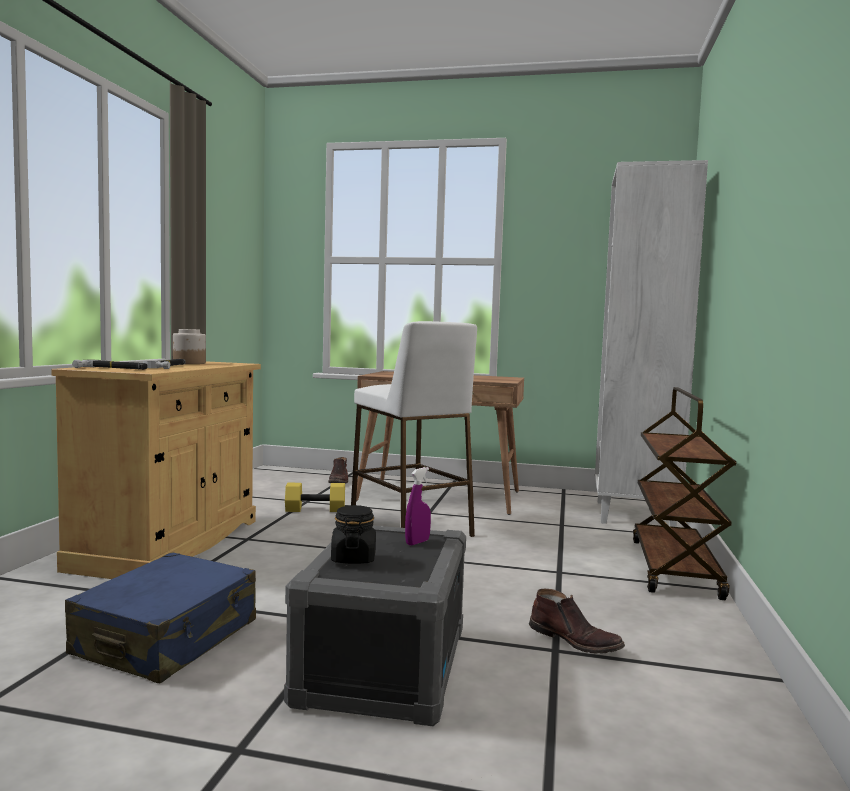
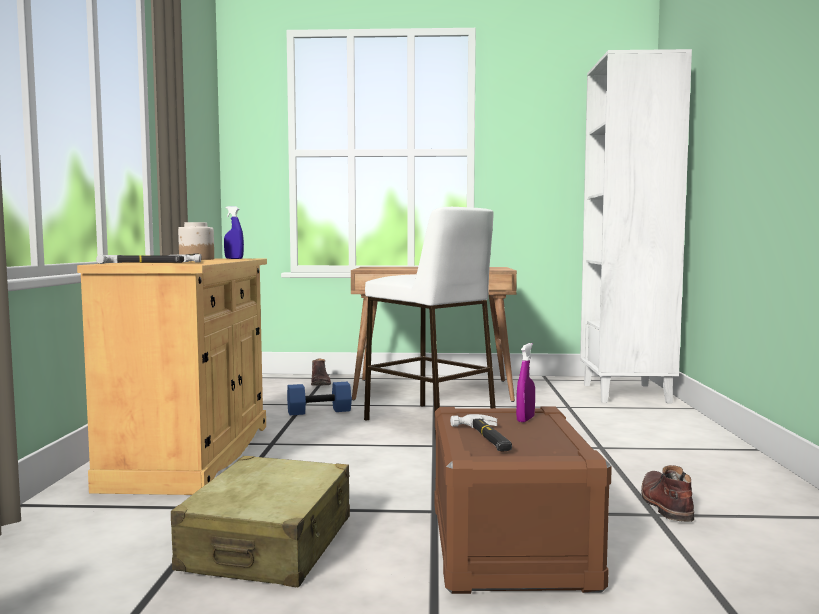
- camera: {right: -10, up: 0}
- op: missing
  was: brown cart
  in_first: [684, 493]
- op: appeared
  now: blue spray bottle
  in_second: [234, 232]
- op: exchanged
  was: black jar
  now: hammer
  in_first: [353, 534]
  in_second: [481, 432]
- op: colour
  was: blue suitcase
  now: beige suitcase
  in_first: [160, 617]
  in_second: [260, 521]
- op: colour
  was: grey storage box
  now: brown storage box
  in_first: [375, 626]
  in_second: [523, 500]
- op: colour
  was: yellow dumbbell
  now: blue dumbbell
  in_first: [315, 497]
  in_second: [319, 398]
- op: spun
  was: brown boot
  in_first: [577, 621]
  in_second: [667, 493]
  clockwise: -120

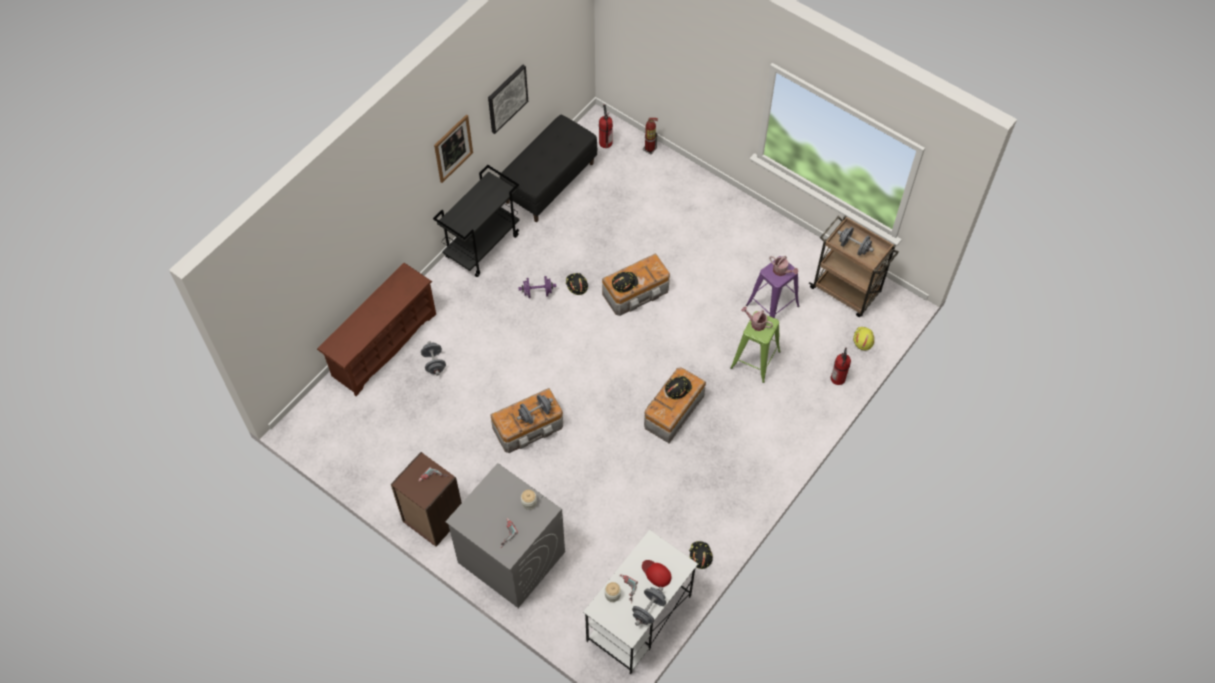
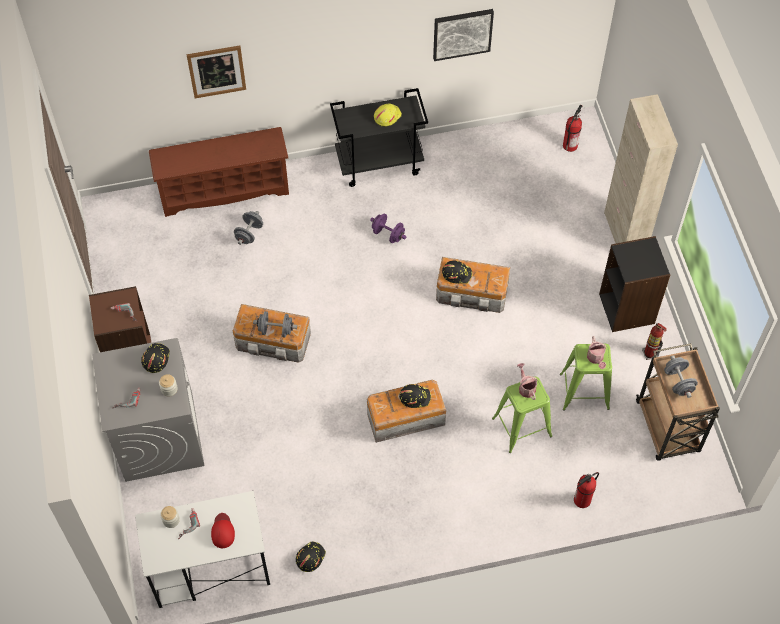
- camera: {right: 40, up: 0}
- op: missing
  was: black bench
  in_first: [548, 168]
- op: missing
  was: grey dumbbell
  in_first: [649, 606]
- op: appeared
  now: black bookcase
  in_second: [634, 284]
- op: appeared
  now: beige cabinet
  in_second: [641, 169]
- op: relocated
  was: picture
  in_first: [453, 148]
  in_second: [216, 72]
- op: relocated
  was: black hard hat
  in_first: [577, 284]
  in_second: [155, 358]
- op: relocated
  was: fire extinguisher
  in_first: [650, 136]
  in_second: [654, 341]
- op: relocated
  was: yellow hard hat
  in_first: [863, 339]
  in_second: [388, 115]
- op: colour
  was: purple stool
  now: green stool
  in_first: [772, 287]
  in_second: [586, 377]

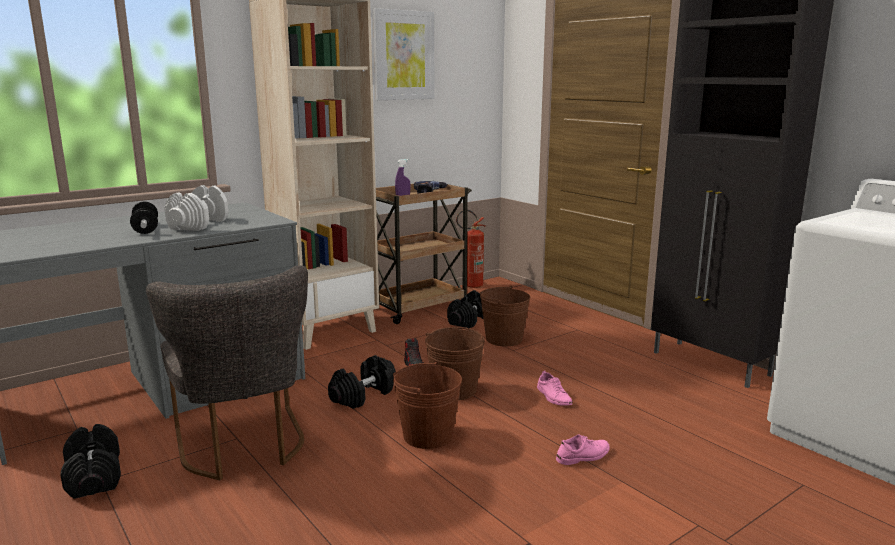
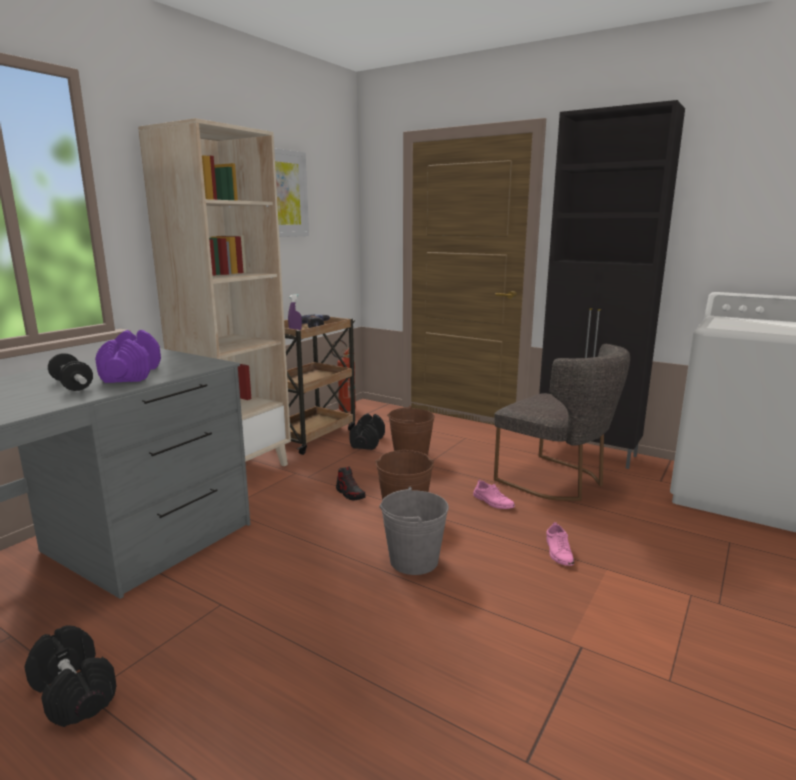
- camera: {right: -20, up: 0}
- op: missing
  was: black dumbbell
  in_first: [362, 382]
- op: relocated
  was: grey chair
  in_first: [227, 372]
  in_second: [562, 422]
- op: colour
  was: white dumbbell
  now: purple dumbbell
  in_first: [196, 208]
  in_second: [128, 356]
- op: colour
  was: brown bucket
  now: grey bucket
  in_first: [427, 405]
  in_second: [414, 531]
- op: spun
  was: pink shoe
  in_first: [583, 449]
  in_second: [560, 544]
  clockwise: 135

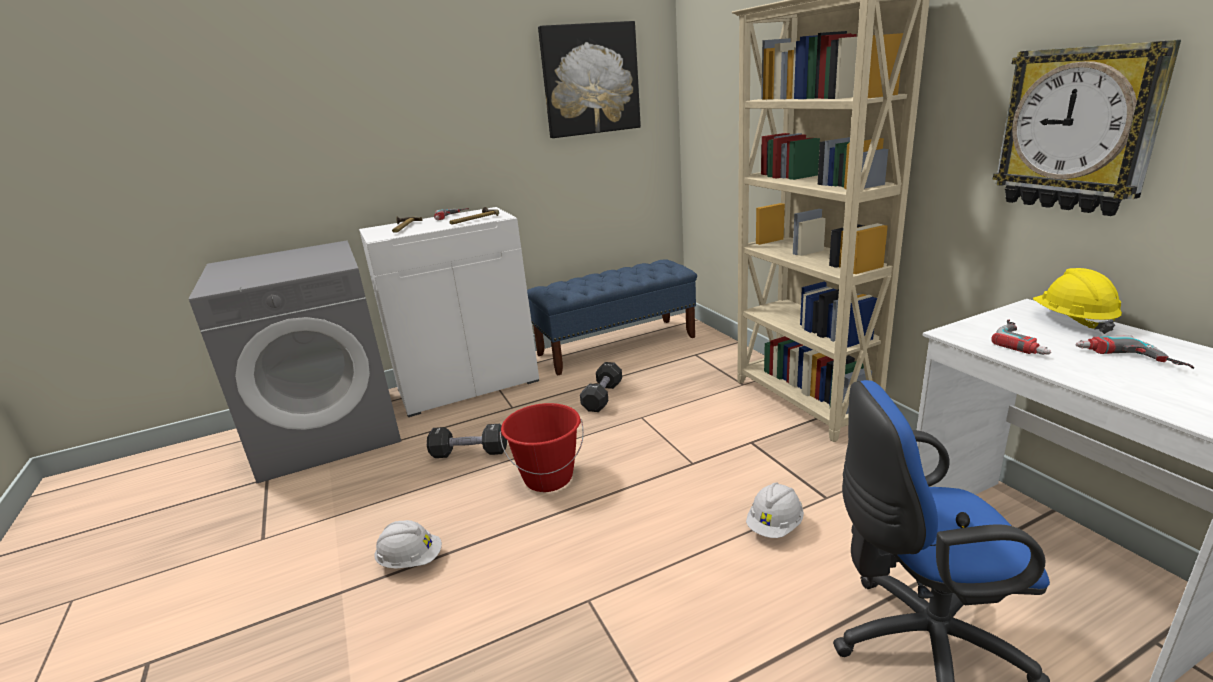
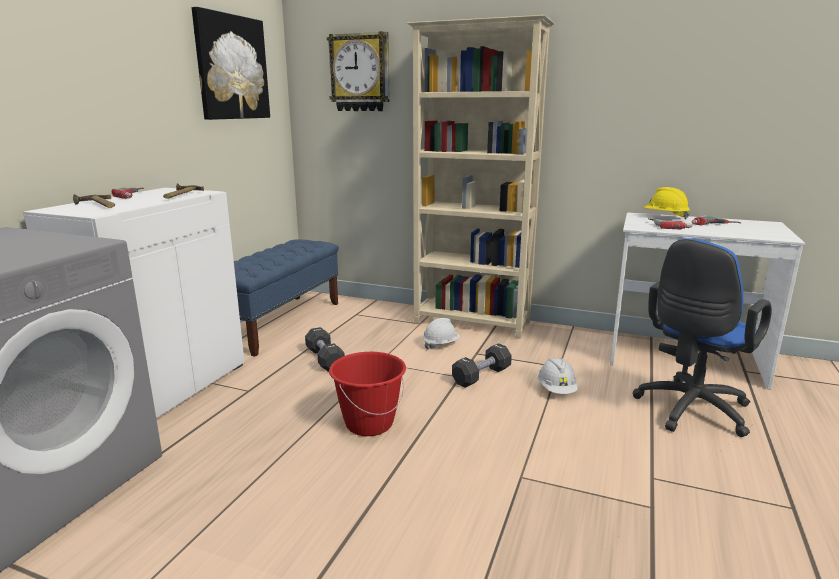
- camera: {right: -45, up: -5}
- op: relocated
  was: white hard hat
  in_first: [408, 544]
  in_second: [442, 334]
- op: relocated
  was: black dumbbell
  in_first: [467, 441]
  in_second: [482, 365]
- op: relocated
  was: wall clock
  in_first: [1087, 128]
  in_second: [358, 71]

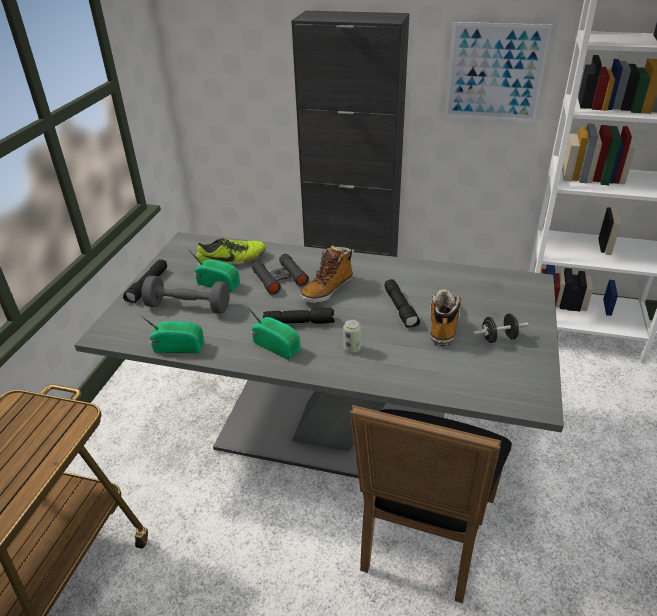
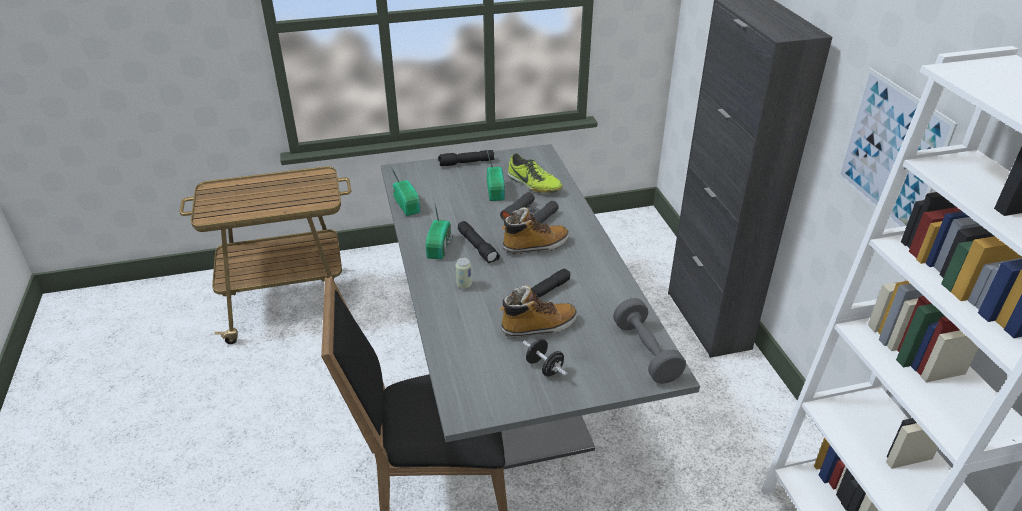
- camera: {right: 60, up: 0}
- op: relocated
  was: grey dumbbell
  in_first: [185, 295]
  in_second: [649, 341]
- op: spun
  was: boot
  in_first: [326, 274]
  in_second: [535, 230]
  clockwise: 150

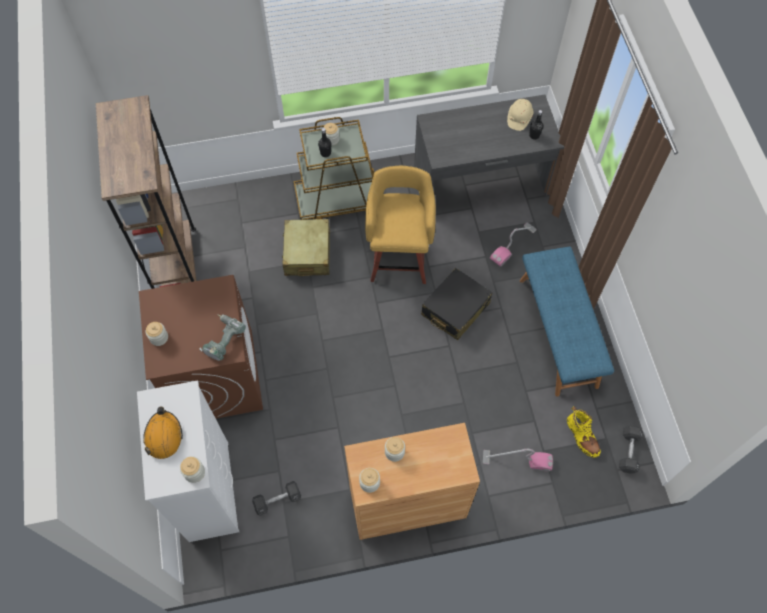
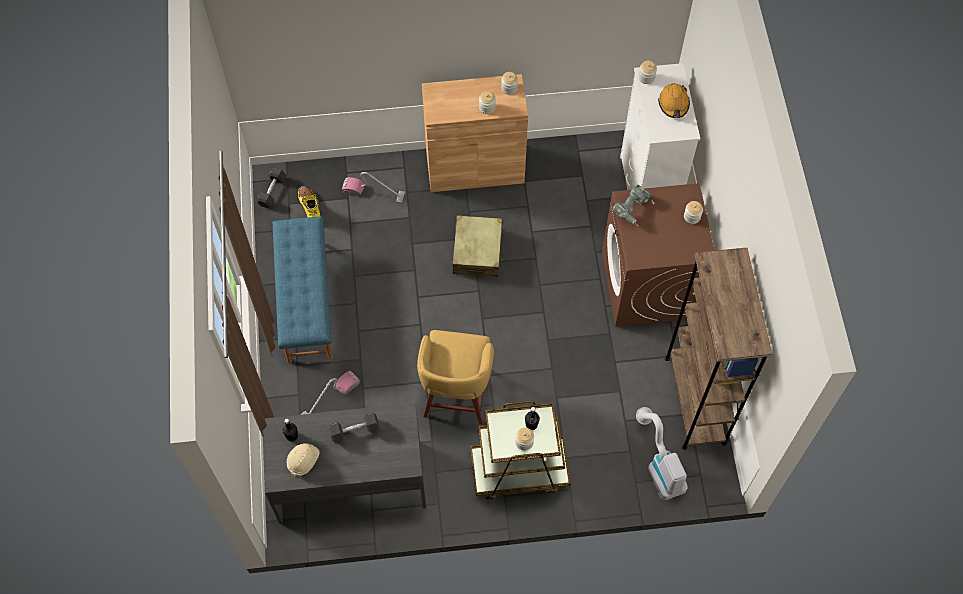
- camera: {right: -175, up: 0}
- op: missing
  was: black suitcase
  in_first: [456, 304]
- op: appeared
  now: vacuum cleaner
  in_second: [662, 453]
- op: relocated
  was: black dumbbell
  in_first: [276, 498]
  in_second: [354, 427]
- op: relocated
  was: beige suitcase
  in_first: [306, 247]
  in_second: [478, 246]

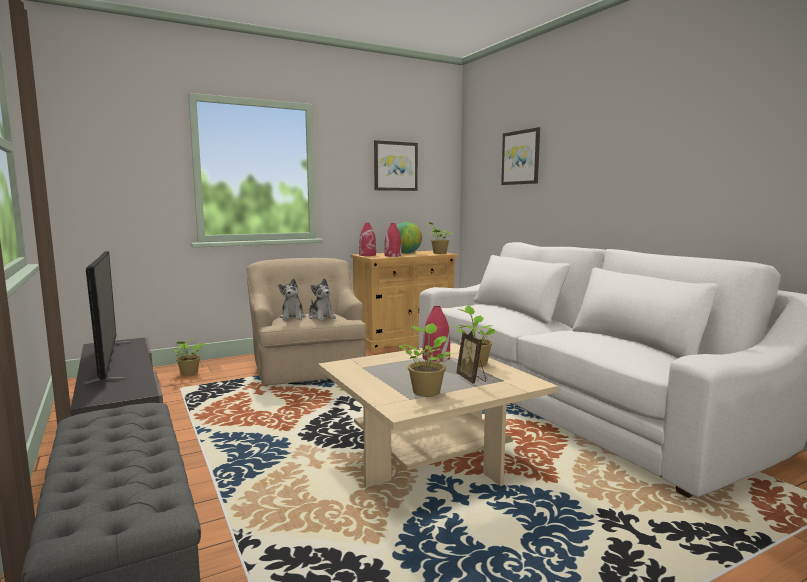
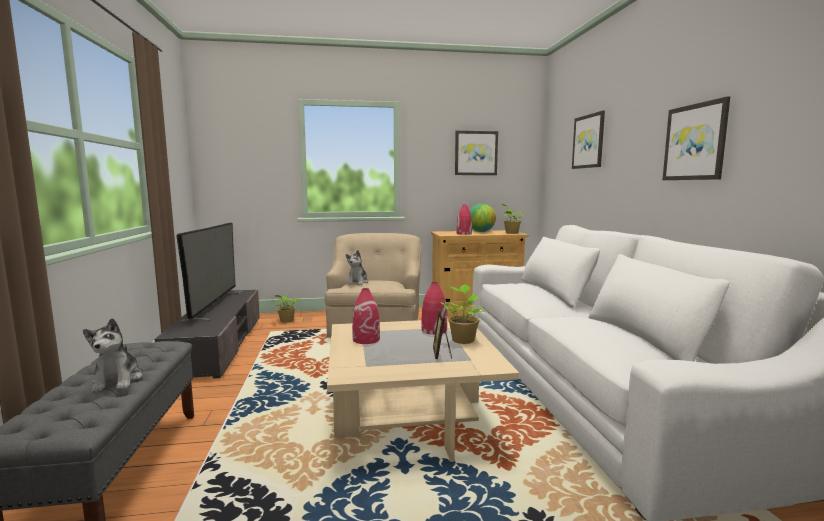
- camera: {right: 20, up: 0}
- op: missing
  was: potted plant
  in_first: [424, 360]
- op: appeared
  now: picture
  in_second: [696, 138]
- op: relocated
  was: plush toy
  in_first: [322, 299]
  in_second: [112, 355]
- op: relocated
  was: red vase
  in_first: [367, 239]
  in_second: [366, 316]

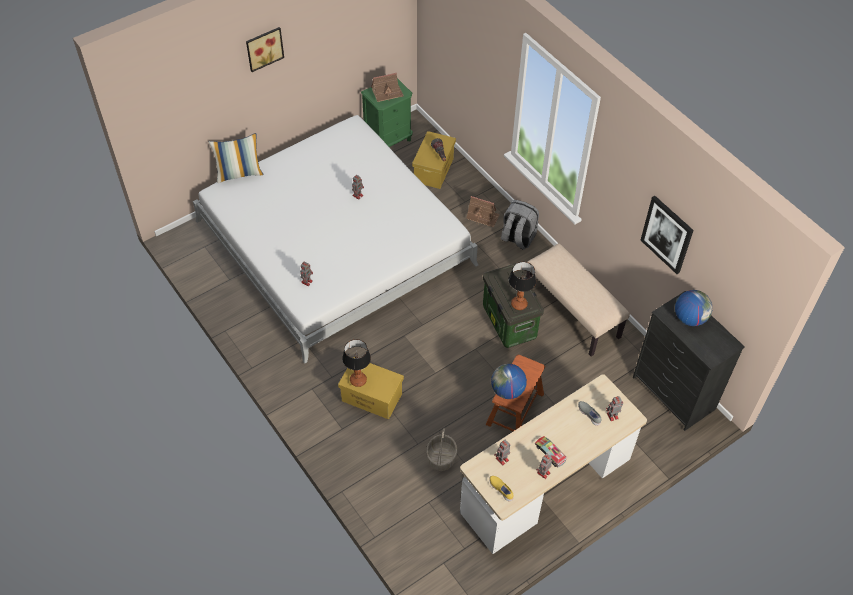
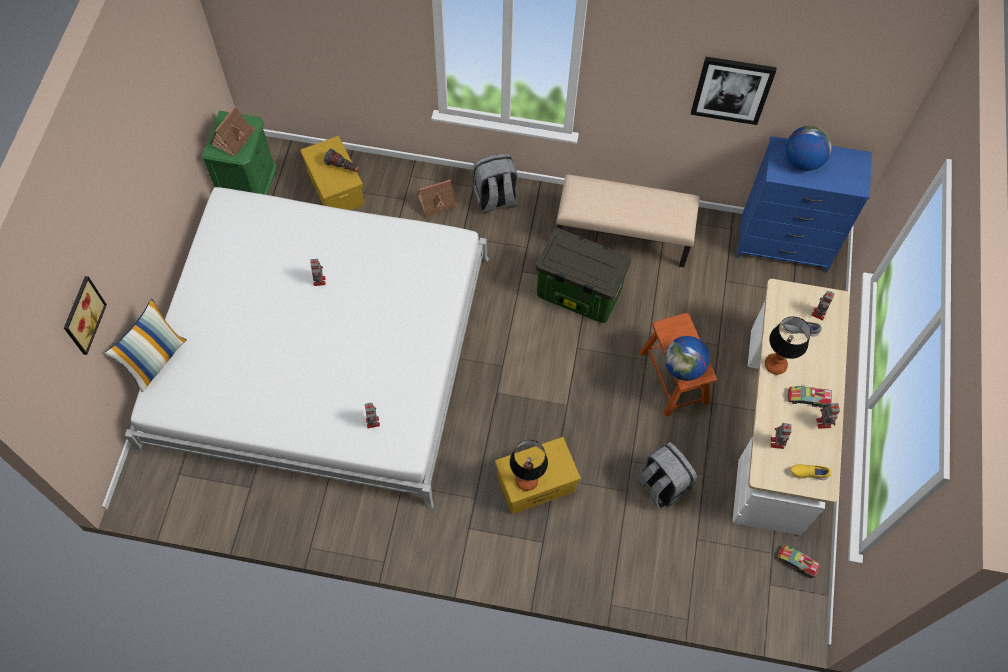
- camera: {right: -45, up: 10}
- op: appeared
  now: toy truck
  in_second: [799, 561]
- op: relocated
  was: picture
  in_first: [265, 49]
  in_second: [85, 315]
- op: relocated
  was: table lamp
  in_first: [522, 286]
  in_second: [788, 345]
- op: exchanged
  was: basket
  now: grey backpack
  in_first: [441, 449]
  in_second: [667, 475]
- op: colour
  was: black dresser
  now: blue dresser
  in_first: [689, 361]
  in_second: [804, 204]

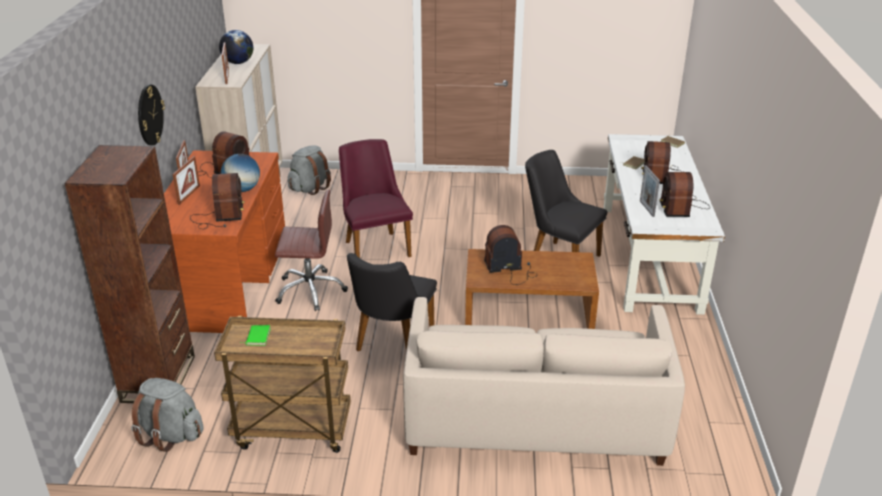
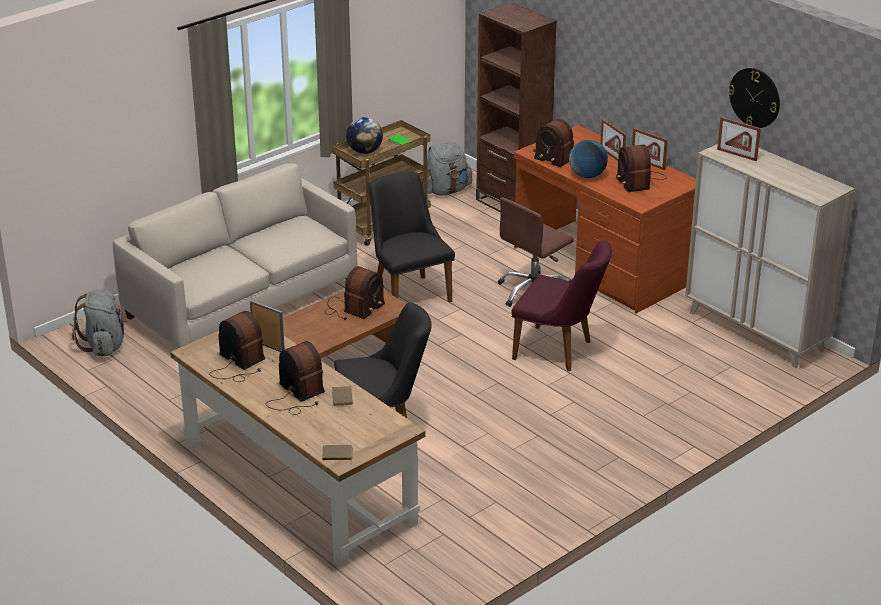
- camera: {right: 135, up: 0}
- op: relocated
  was: wall clock
  in_first: [151, 115]
  in_second: [754, 98]
- op: relocated
  was: globe
  in_first: [236, 47]
  in_second: [364, 135]
- op: relocated
  was: grey backpack
  in_first: [309, 170]
  in_second: [100, 323]
- op: colour
  was: white desk
  now: brown desk
  in_first: [664, 224]
  in_second: [297, 449]

